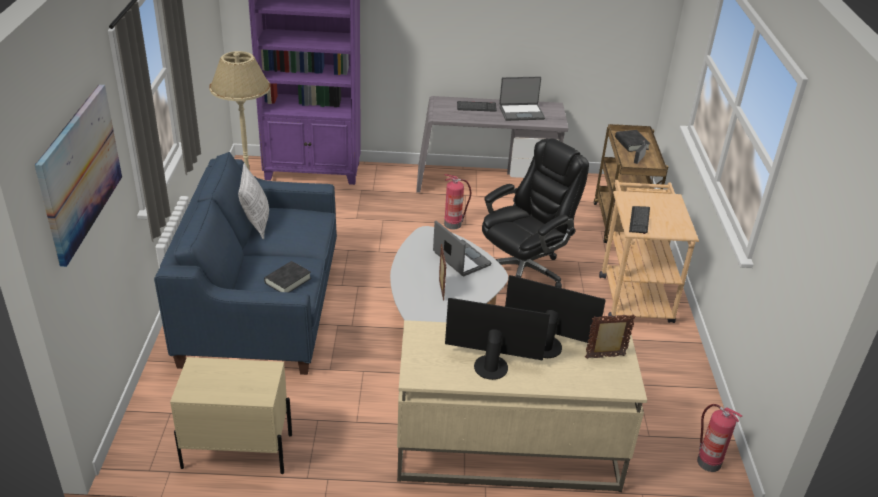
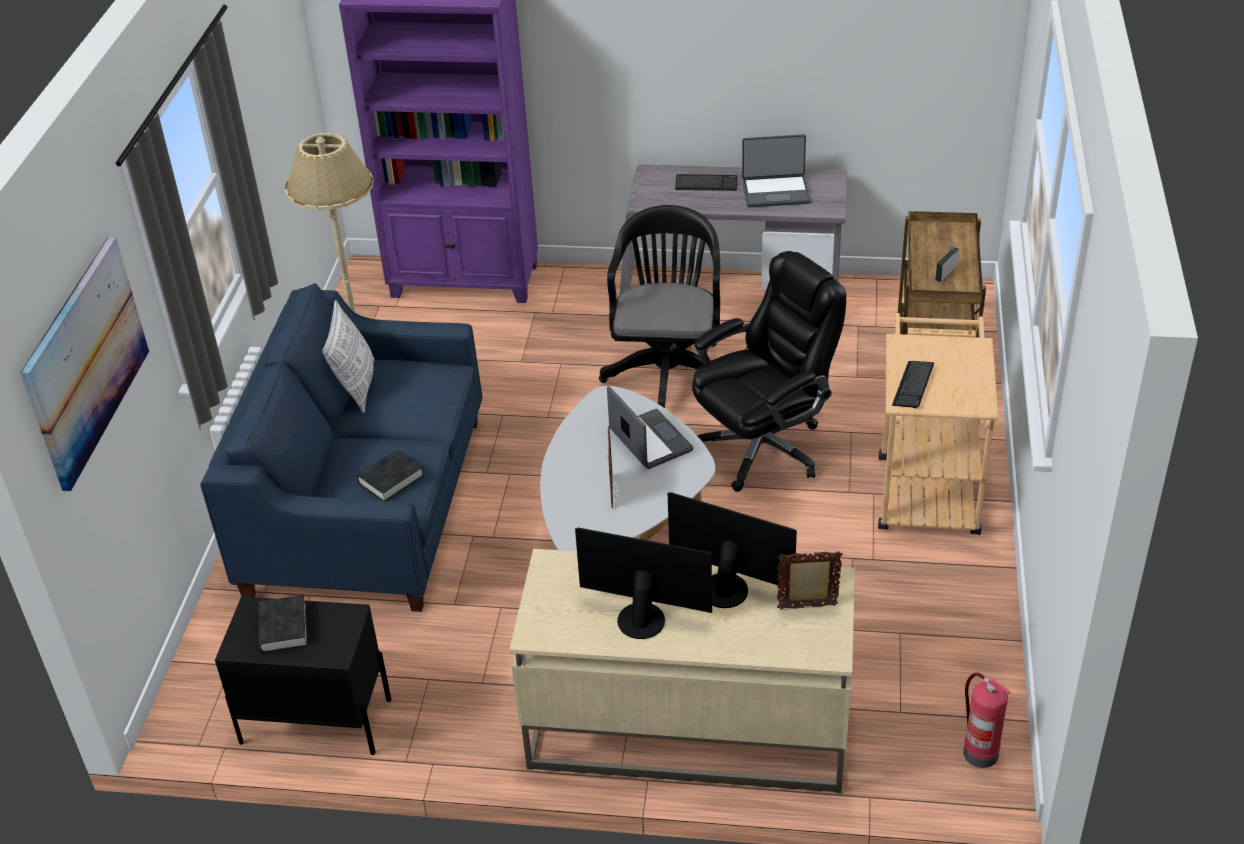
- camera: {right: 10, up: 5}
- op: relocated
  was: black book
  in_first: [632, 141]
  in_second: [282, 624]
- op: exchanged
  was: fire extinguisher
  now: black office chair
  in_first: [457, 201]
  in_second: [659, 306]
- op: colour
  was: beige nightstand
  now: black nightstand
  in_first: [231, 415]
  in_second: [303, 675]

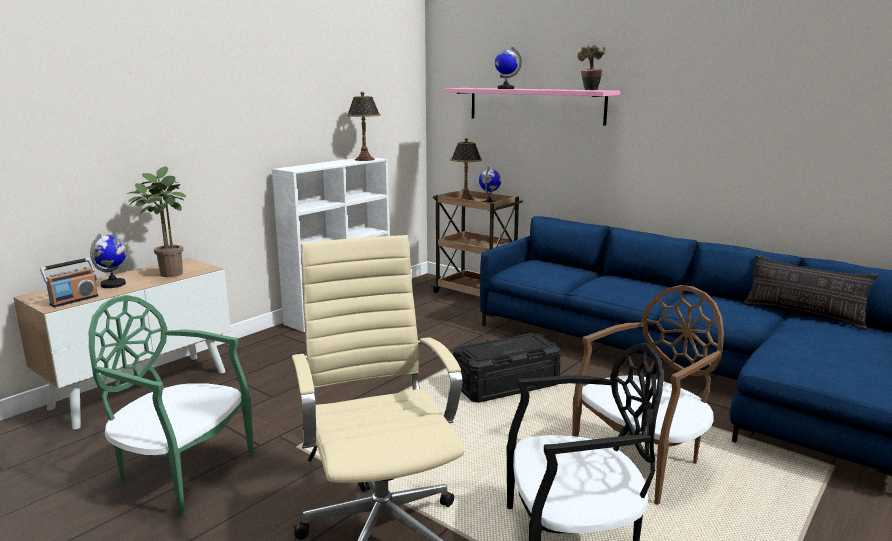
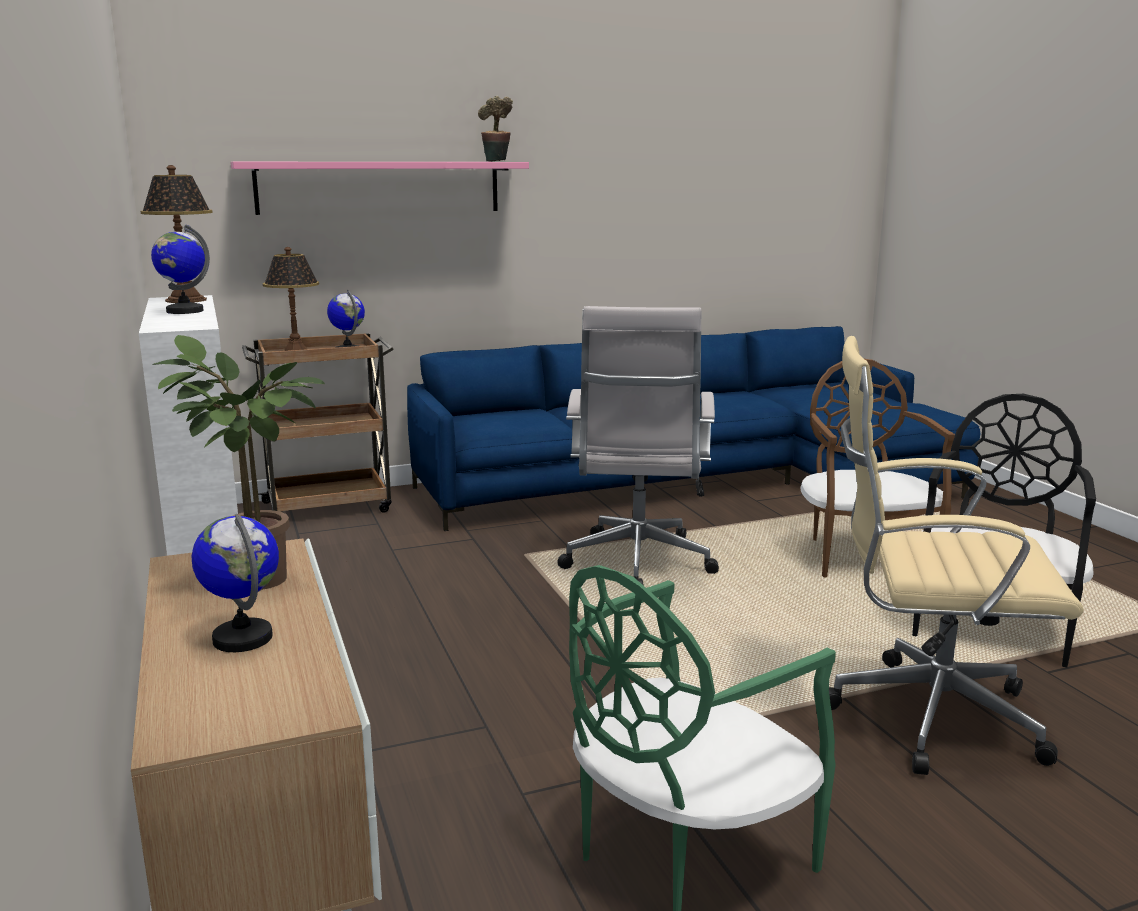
- camera: {right: -60, up: 0}
- op: missing
  was: radio
  in_first: [69, 282]
- op: missing
  was: pillow
  in_first: [810, 292]
- op: relocated
  was: globe
  in_first: [508, 68]
  in_second: [180, 269]
- op: exchanged
  was: black storage box
  now: white office chair
  in_first: [507, 368]
  in_second: [638, 446]

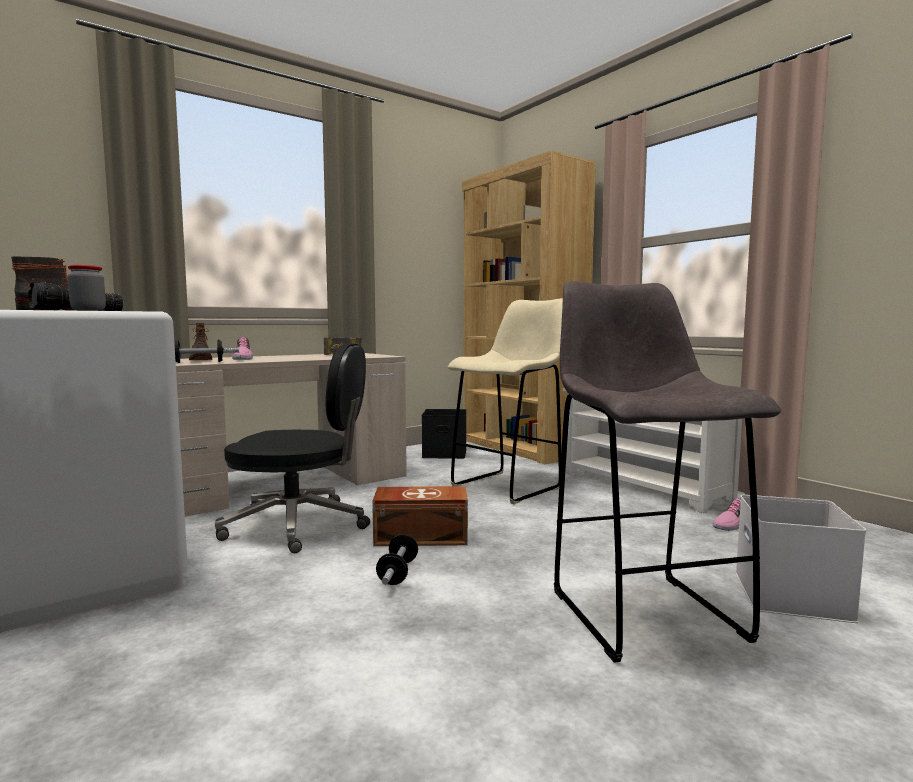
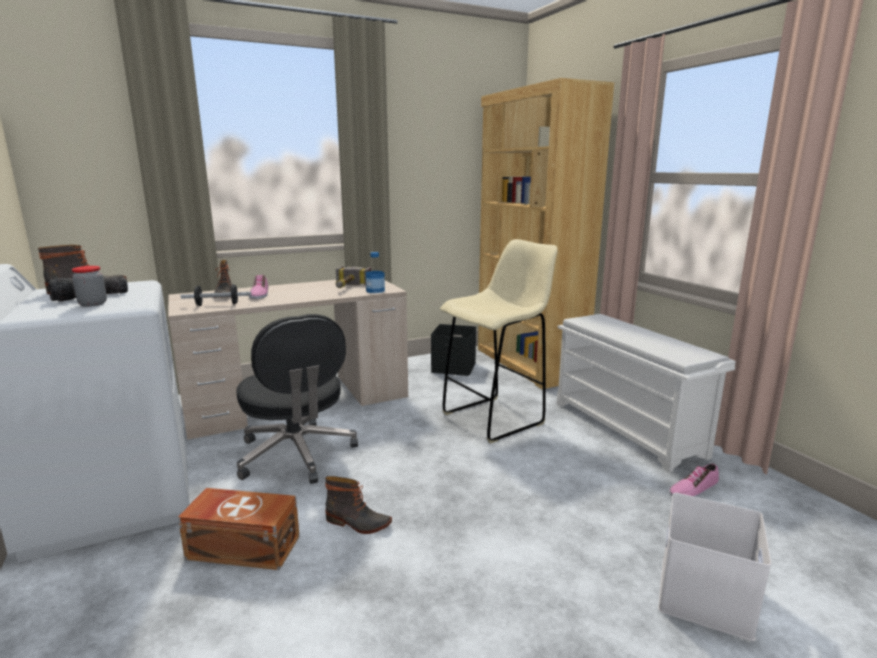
- camera: {right: 10, up: 10}
- op: missing
  was: grey stool
  in_first: [667, 472]
- op: appeared
  now: bottle
  in_second: [375, 272]
- op: relocated
  was: brown storage box
  in_first: [420, 516]
  in_second: [239, 529]
- op: exchanged
  was: dumbbell
  now: boot
  in_first: [397, 559]
  in_second: [358, 505]
- op: spun
  was: black office chair
  in_first: [292, 448]
  in_second: [297, 399]
  clockwise: 45

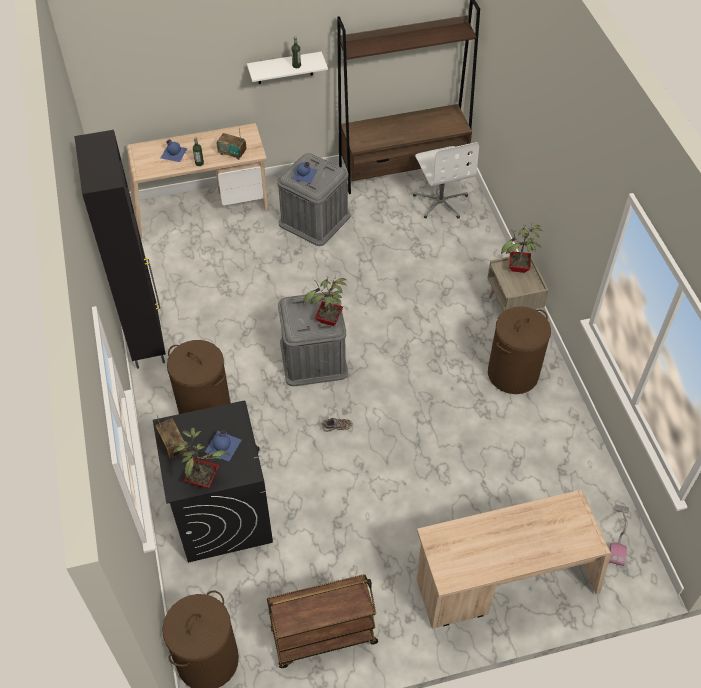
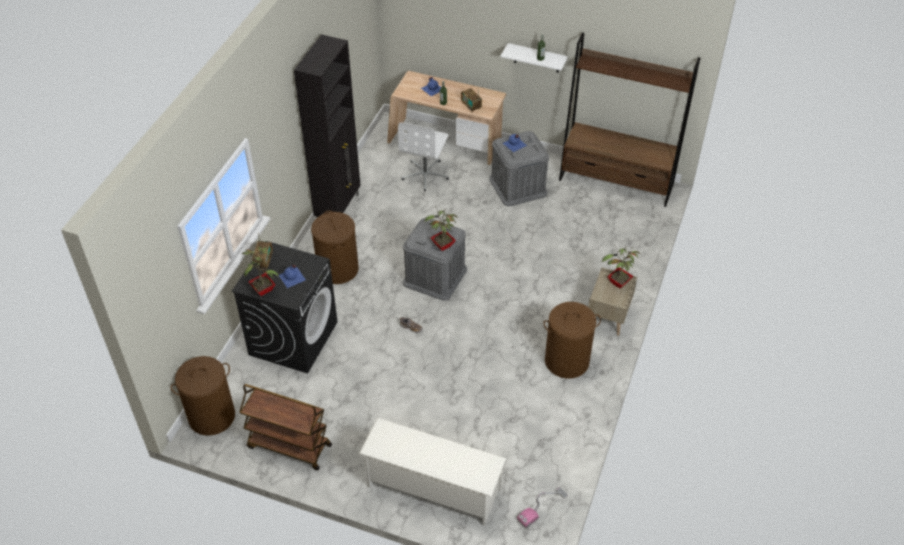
- camera: {right: 35, up: -5}
- op: relocated
  was: white office chair
  in_first: [446, 180]
  in_second: [423, 156]
- op: exchanged
  was: beige desk
  now: white shoe rack
  in_first: [513, 559]
  in_second: [432, 472]

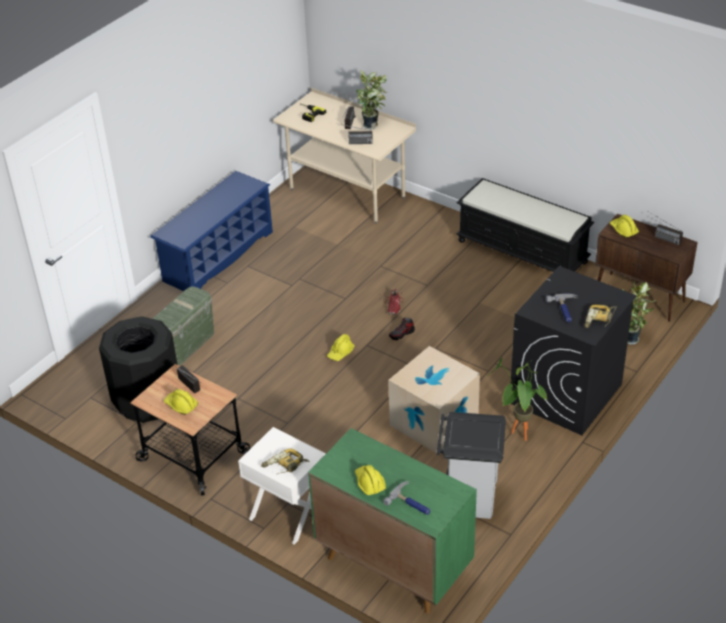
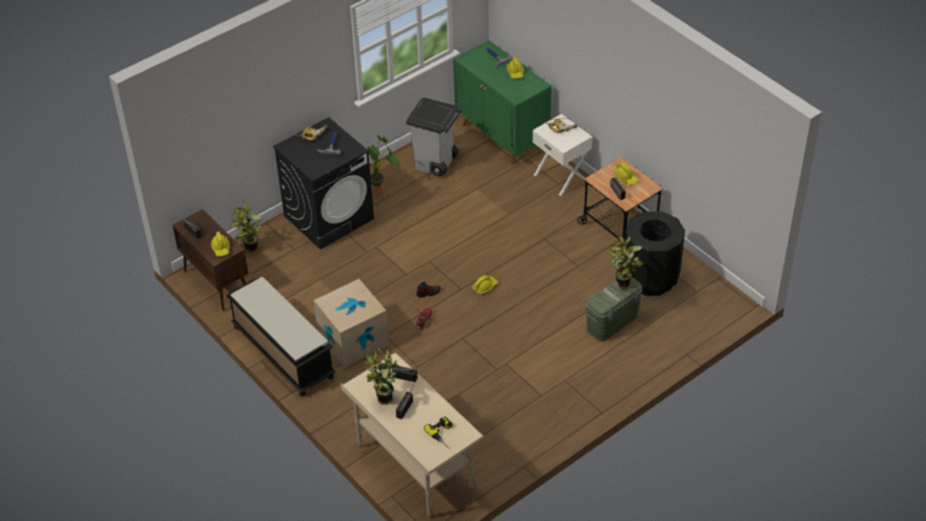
- camera: {right: -165, up: 5}
- op: missing
  was: blue shoe rack
  in_first: [211, 231]
- op: appeared
  now: potted plant
  in_second: [625, 261]
- op: relocated
  was: cardboard box
  in_first: [434, 400]
  in_second: [351, 323]

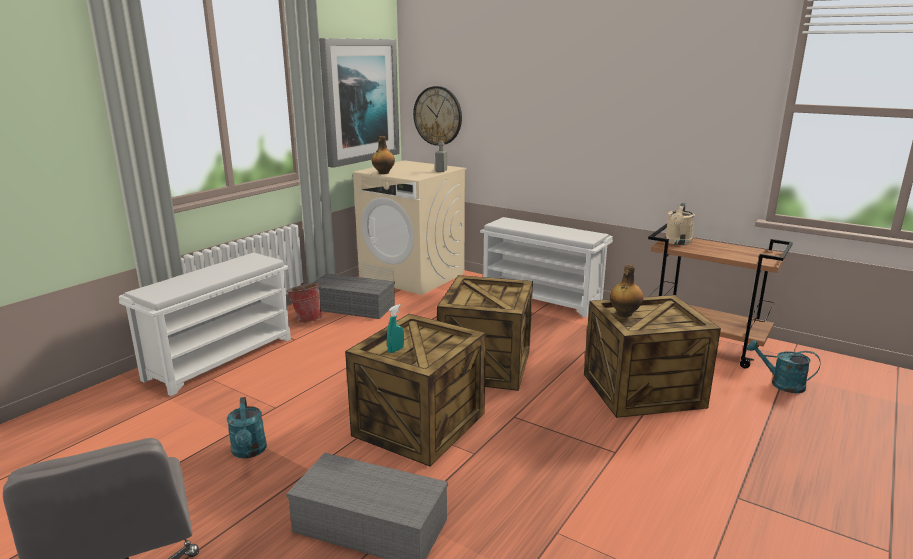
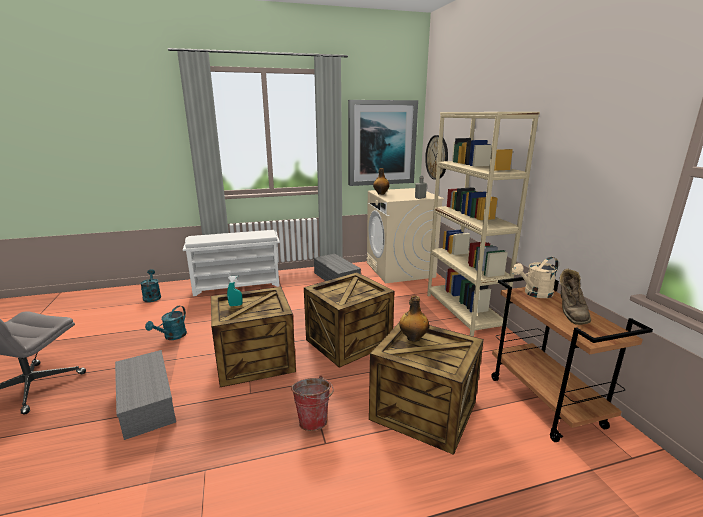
- camera: {right: 40, up: 0}
- op: appeared
  now: brown boot
  in_second: [575, 296]
- op: relocated
  was: bucket
  in_first: [304, 303]
  in_second: [312, 403]
- op: relocated
  was: turquoise watering can
  in_first: [783, 366]
  in_second: [150, 285]
- op: exchanged
  was: white shoe rack
  now: beige bookcase
  in_first: [546, 267]
  in_second: [483, 224]

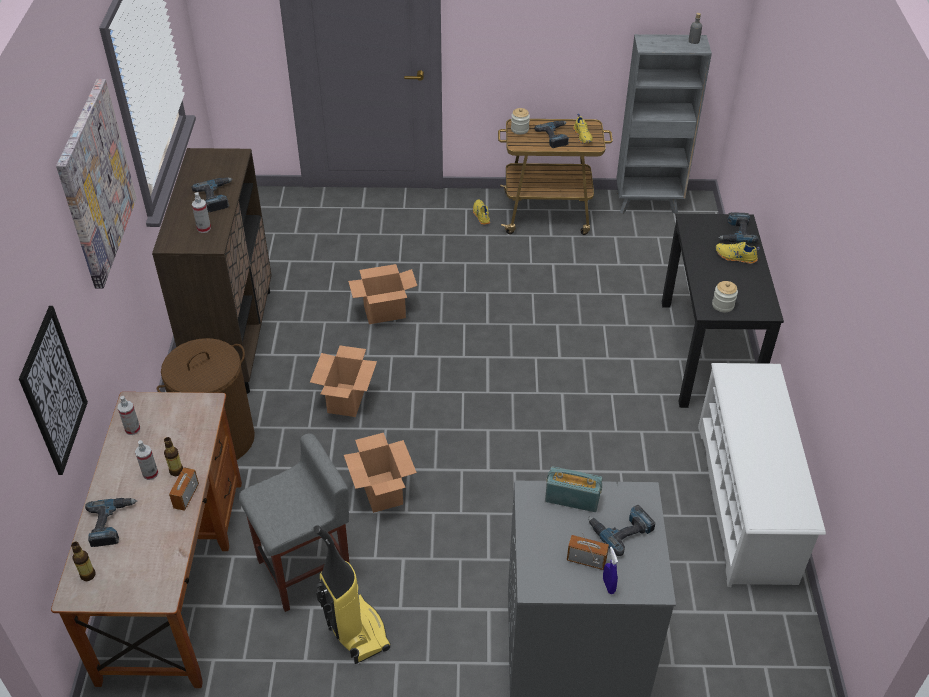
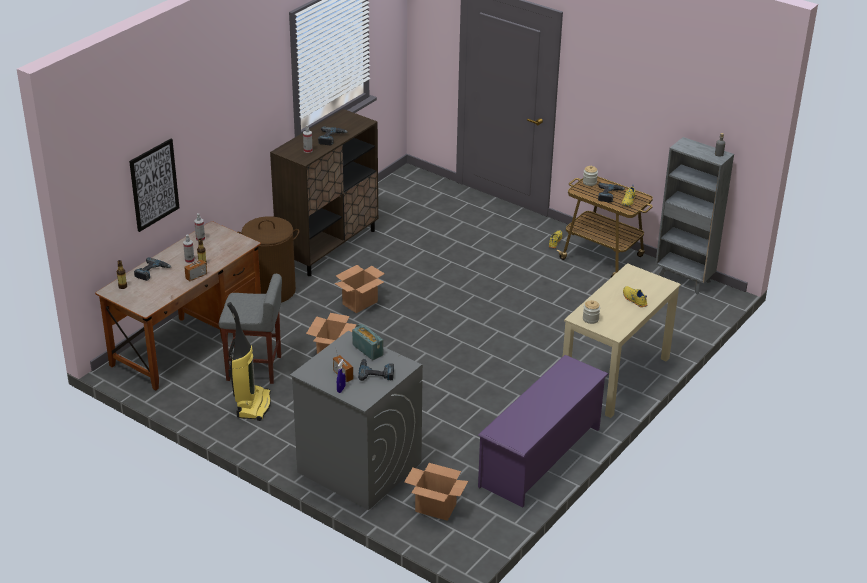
- camera: {right: 35, up: -10}
- op: missing
  was: picture
  in_first: [96, 184]
- op: missing
  was: power drill
  in_first: [738, 227]
- op: relocated
  was: cardboard box
  in_first: [382, 294]
  in_second: [436, 492]
- op: colour
  was: black desk
  now: beige desk
  in_first: [723, 311]
  in_second: [622, 340]
- op: colour
  was: white shoe rack
  now: purple shoe rack
  in_first: [762, 475]
  in_second: [543, 431]

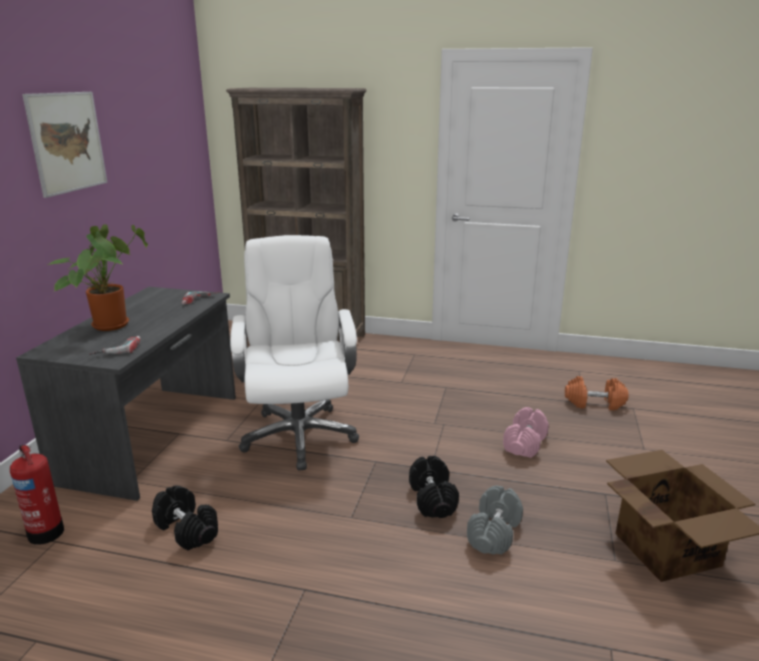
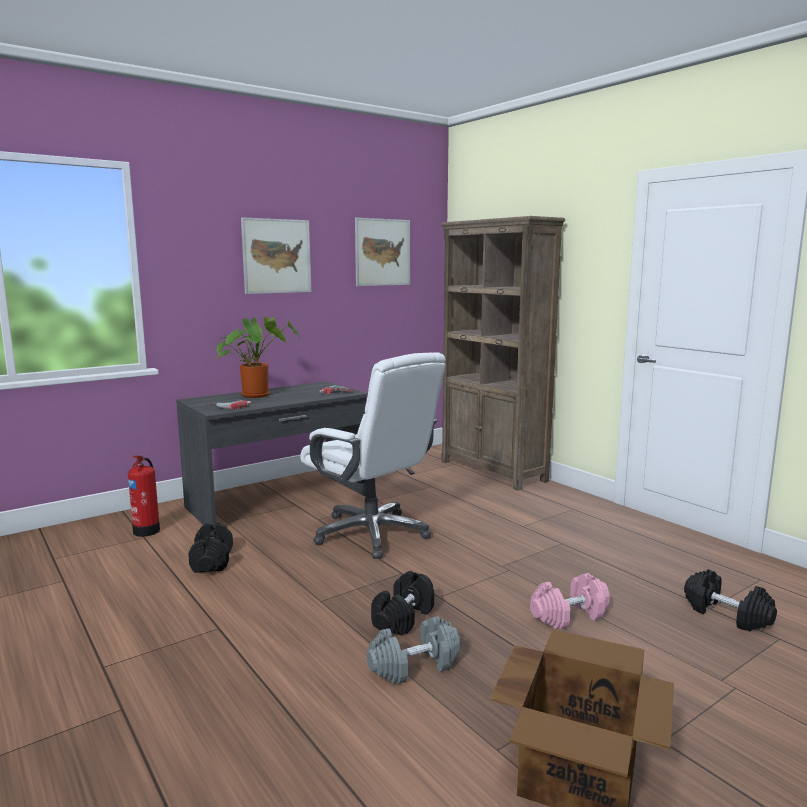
- camera: {right: 40, up: -10}
- op: appeared
  now: picture
  in_second: [382, 252]
- op: colour
  was: orange dumbbell
  now: black dumbbell
  in_first: [597, 393]
  in_second: [730, 600]
- op: spun
  was: white office chair
  in_first: [294, 352]
  in_second: [373, 455]
  clockwise: 105

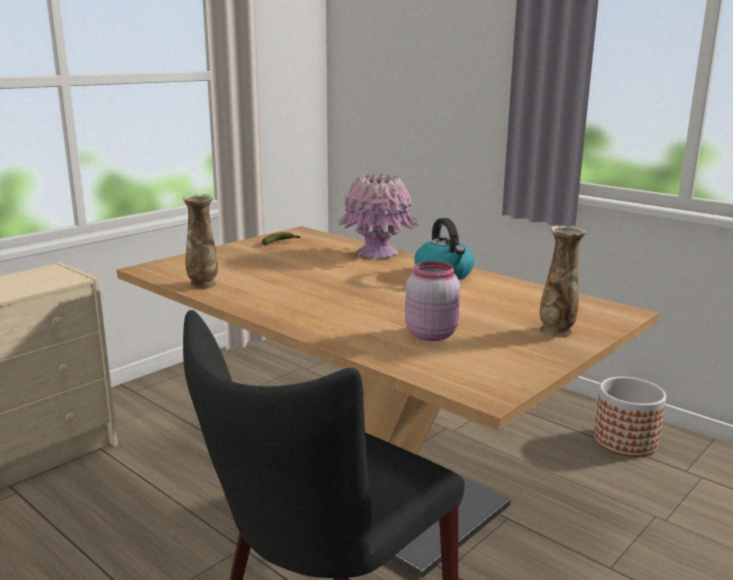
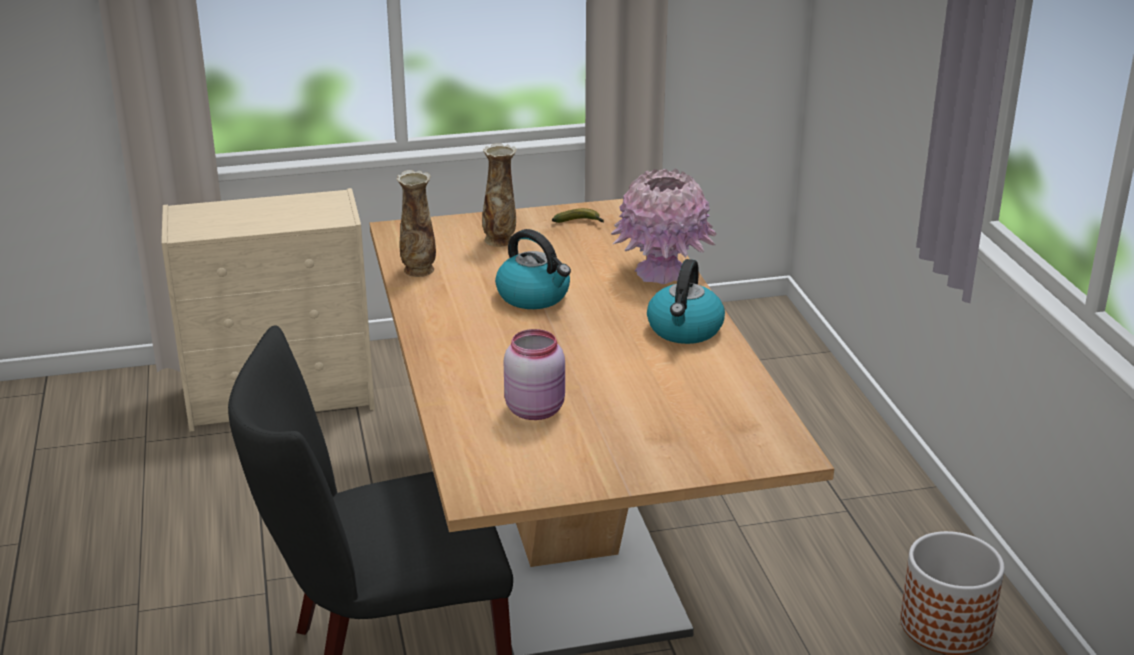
- camera: {right: 35, up: 10}
- op: appeared
  now: kettle
  in_second: [533, 269]
- op: relocated
  was: vase
  in_first: [563, 281]
  in_second: [499, 195]

